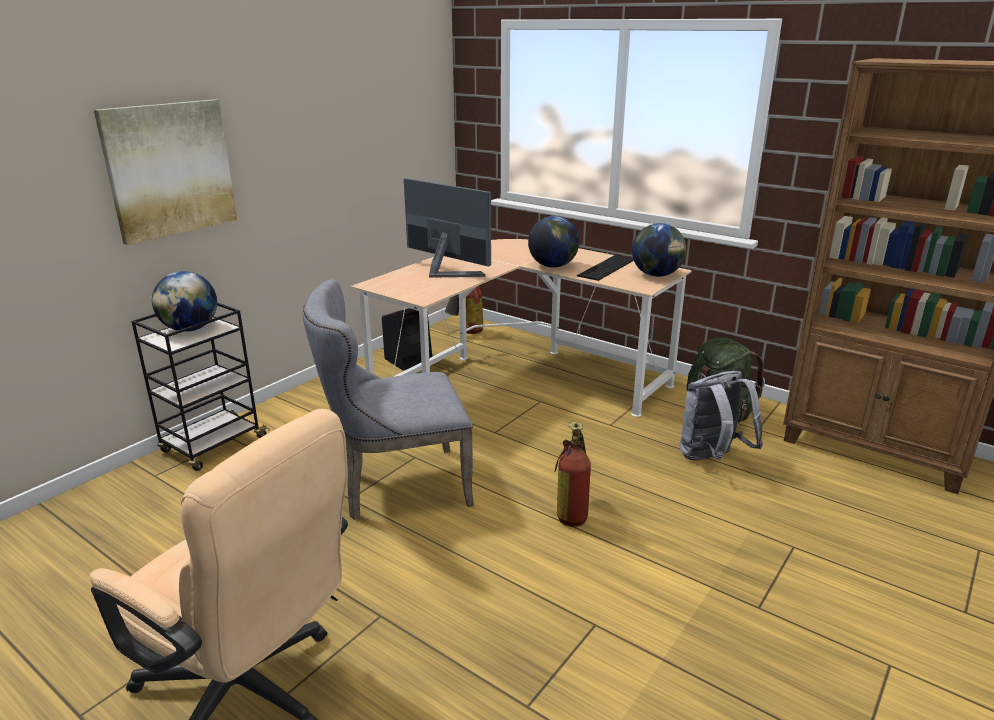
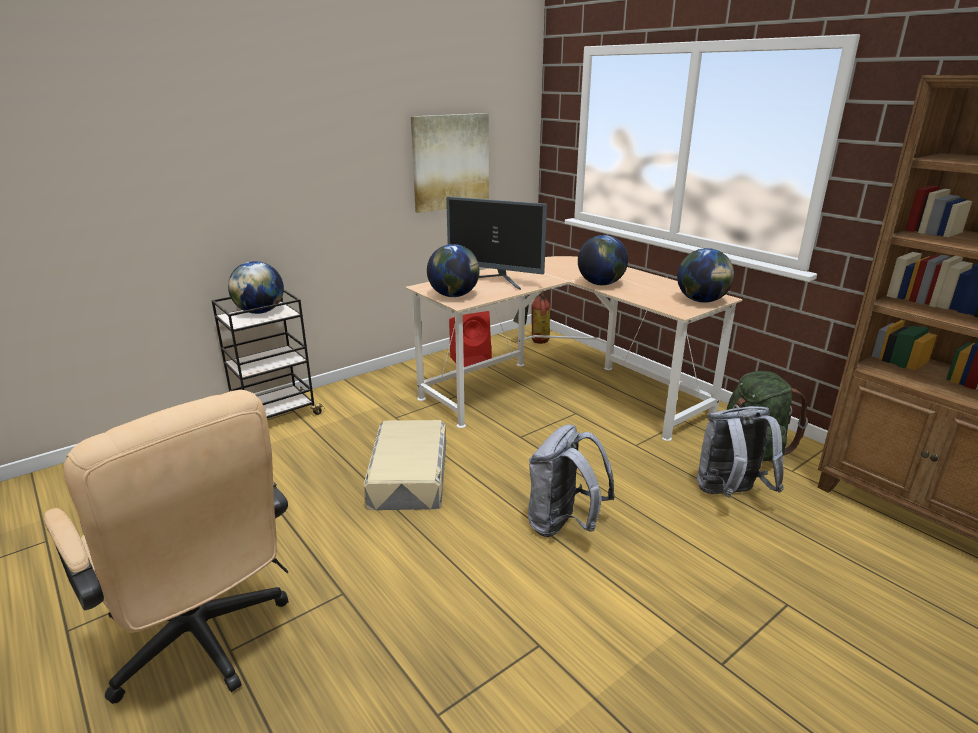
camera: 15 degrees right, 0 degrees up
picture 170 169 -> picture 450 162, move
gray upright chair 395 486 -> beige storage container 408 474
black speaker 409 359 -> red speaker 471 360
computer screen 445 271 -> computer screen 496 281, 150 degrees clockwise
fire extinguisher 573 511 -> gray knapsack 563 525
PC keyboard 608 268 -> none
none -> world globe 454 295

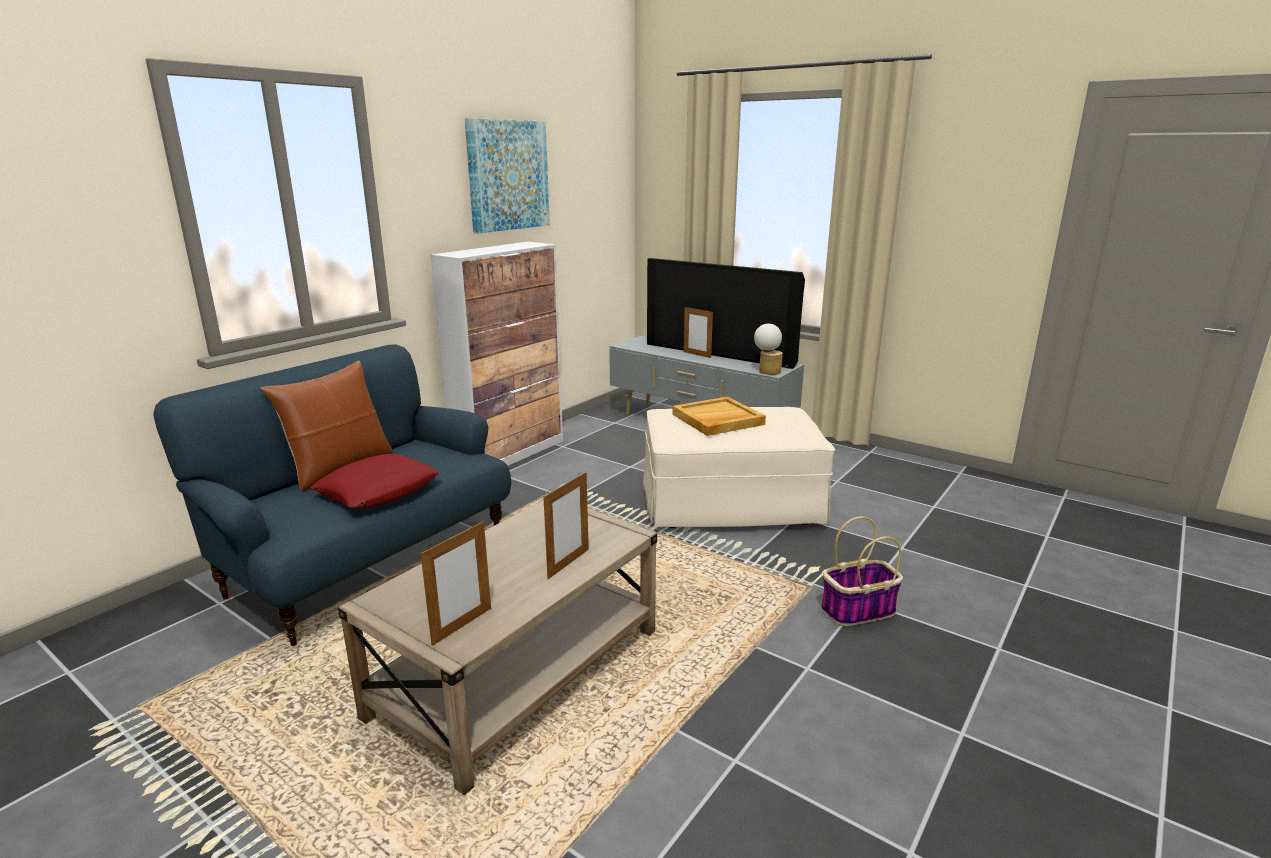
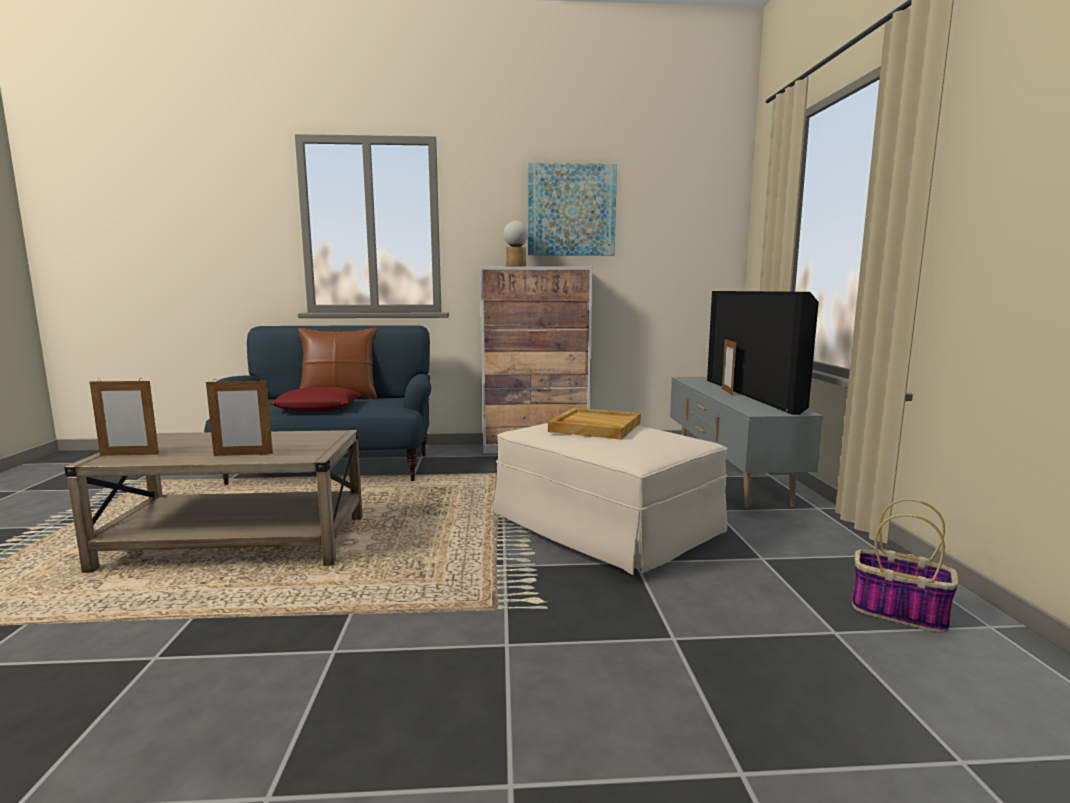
camera: 50 degrees right, 10 degrees down
lamp for a table 767 371 -> lamp for a table 516 266, move
storage basket 857 611 -> storage basket 897 612, move

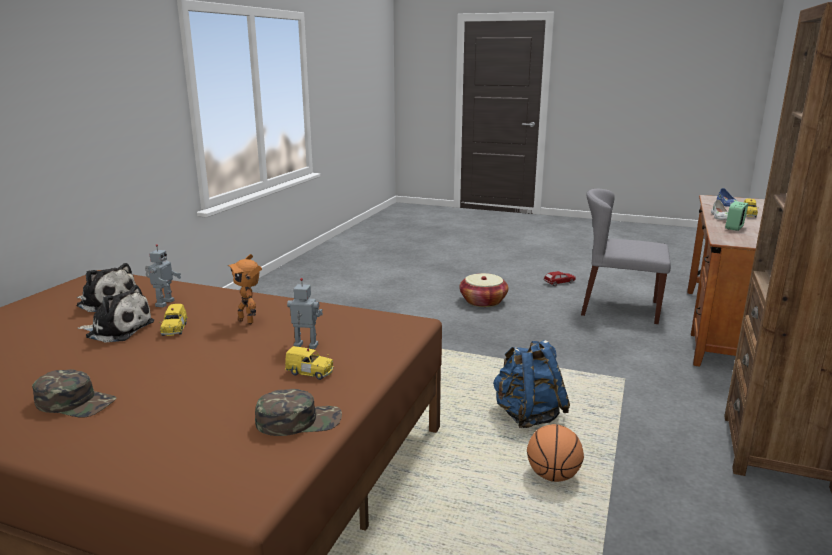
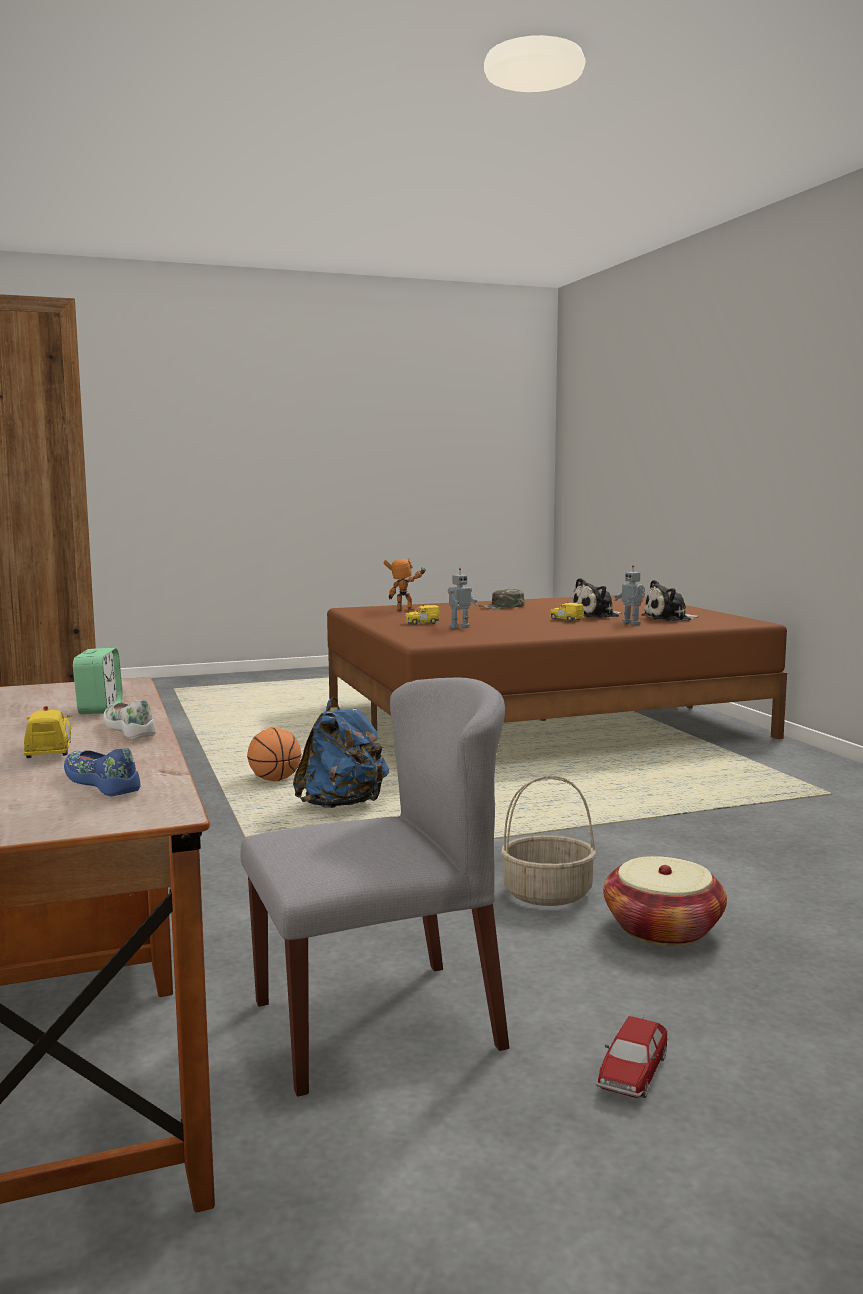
camera: 140 degrees right, 10 degrees down
robot figure 248 320 -> robot figure 405 610, move
green-coloured cap 299 420 -> none
none -> storage basket 546 894

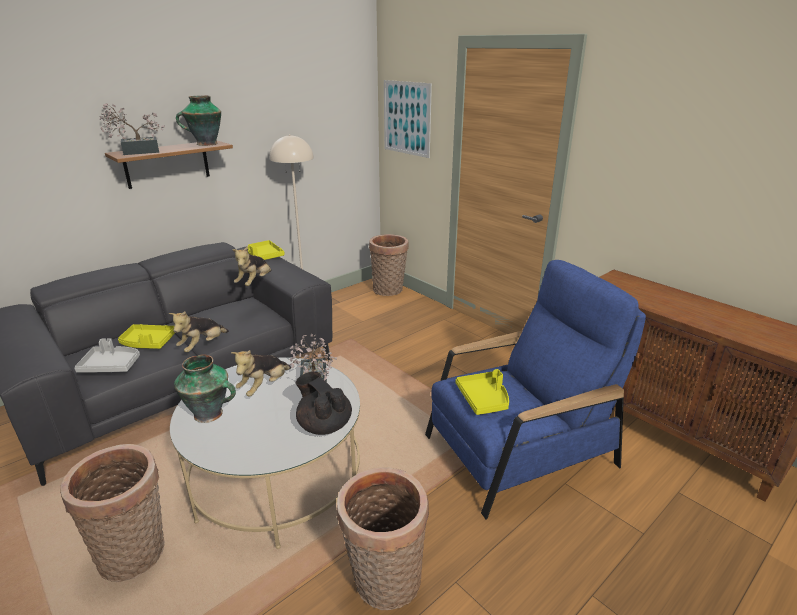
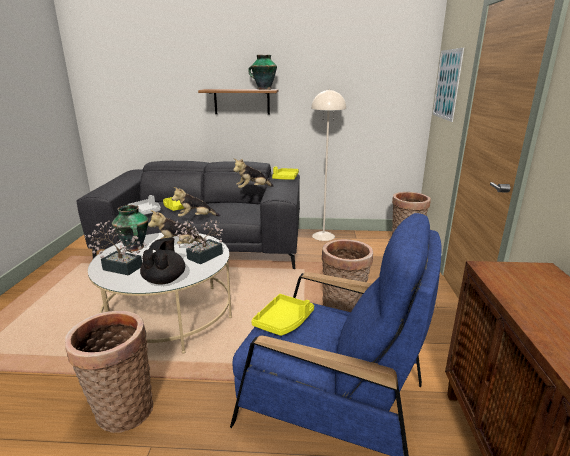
camera: 45 degrees right, 5 degrees down
storage basket 136 554 -> storage basket 343 310, move
plant in a pot 136 152 -> plant in a pot 119 267, move

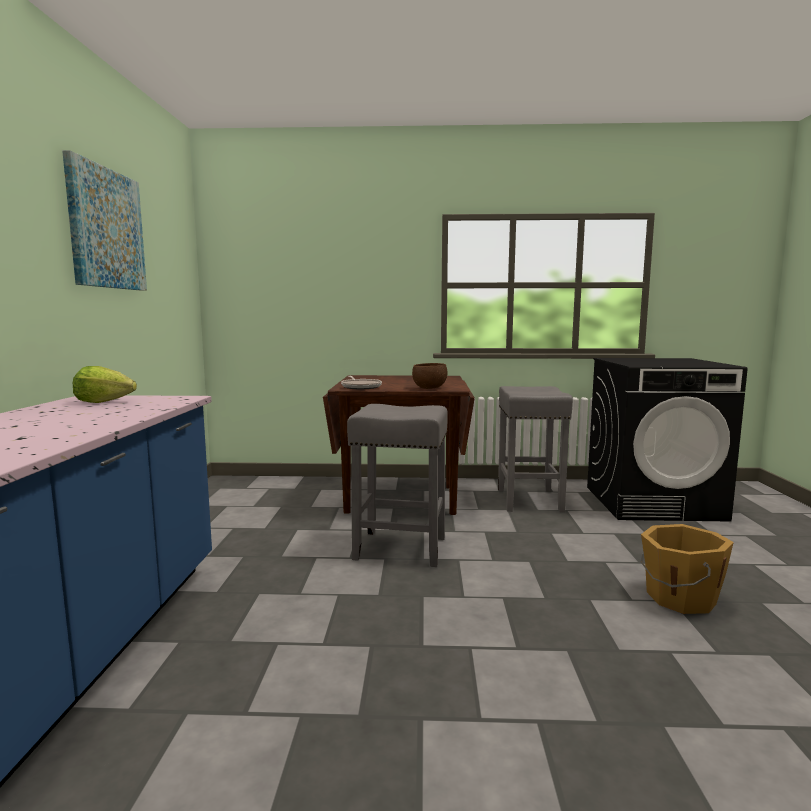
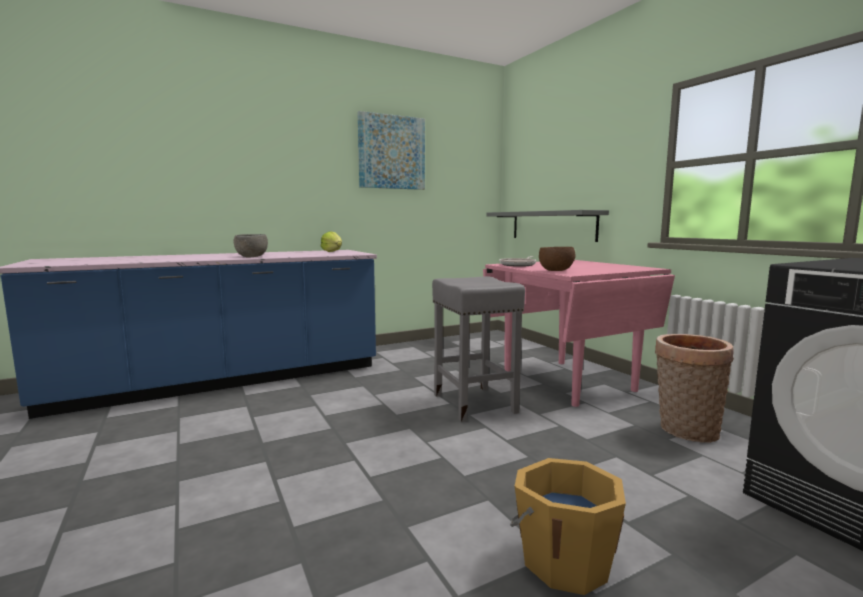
camera: 60 degrees right, 0 degrees up
brown-coloured dining table 401 498 -> pinkish dining table 568 381
gray sitting stool 530 500 -> storage basket 685 431
none -> gray serving bowl 251 257
none -> gray bracket shelf 552 225

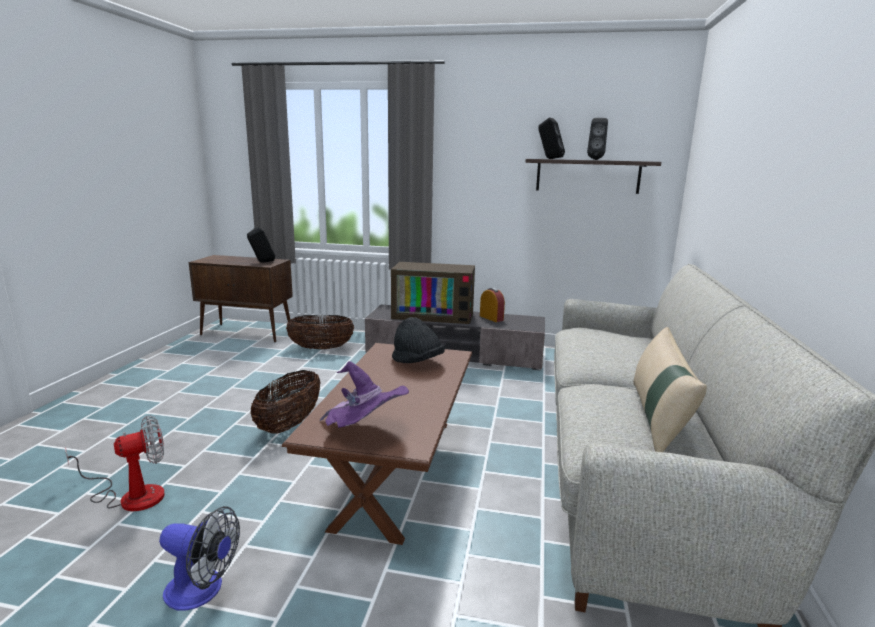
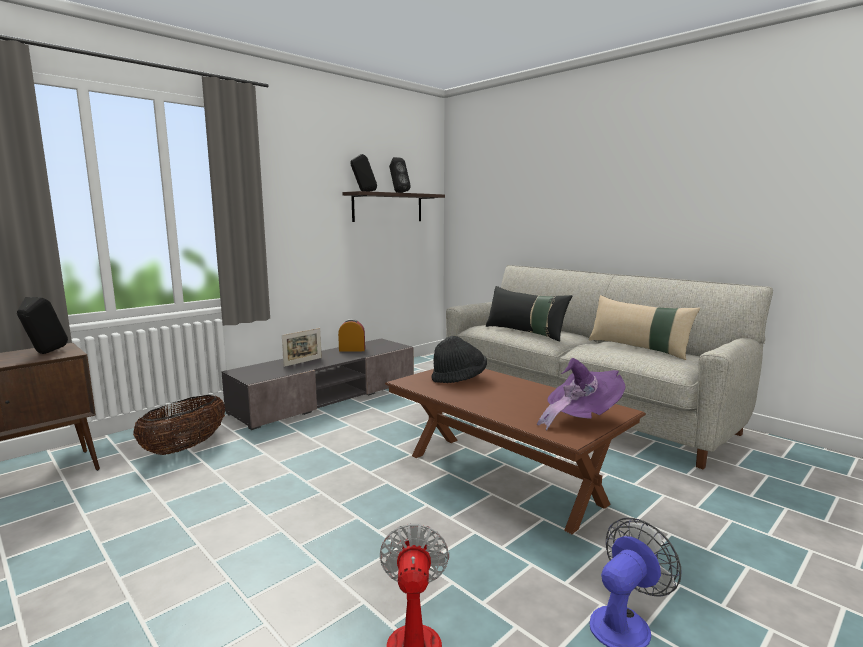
camera: 55 degrees left, 5 degrees down
storage basket 289 424 -> none
television 434 315 -> standing frame 303 362
none -> black cushion 525 332

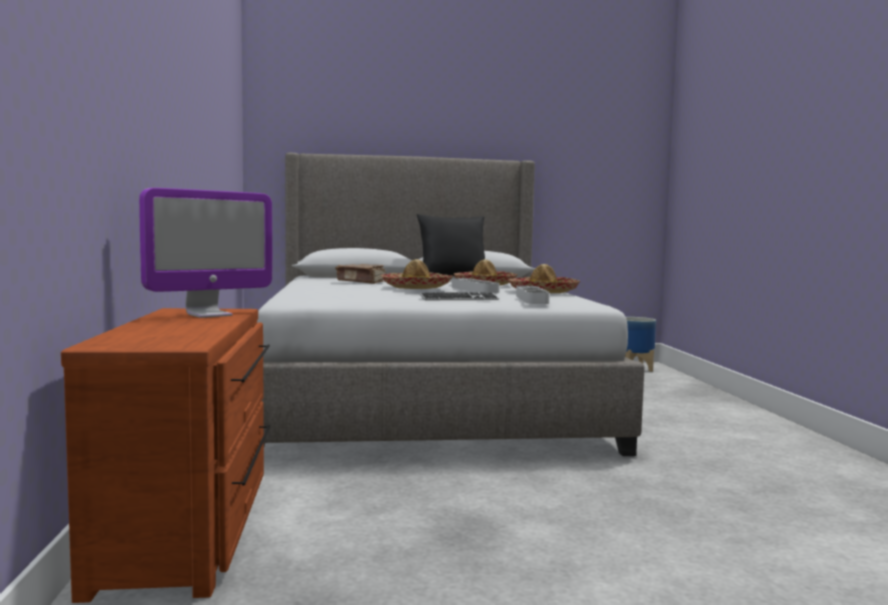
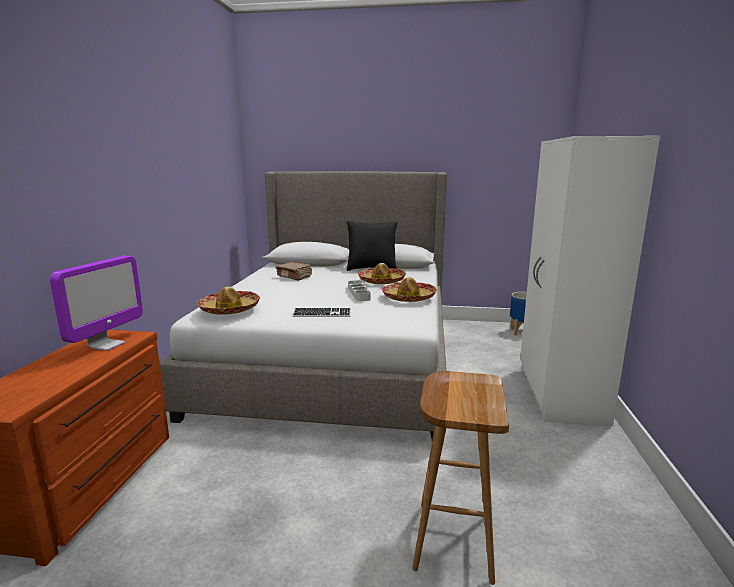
camera: 15 degrees right, 10 degrees up
computer screen 209 315 -> computer screen 107 345, 45 degrees counterclockwise
clothing hat 416 287 -> clothing hat 229 309, move
gray serving tray 531 299 -> none
none -> brown-coloured sitting stool 453 539
none -> white-coloured armoire 560 395

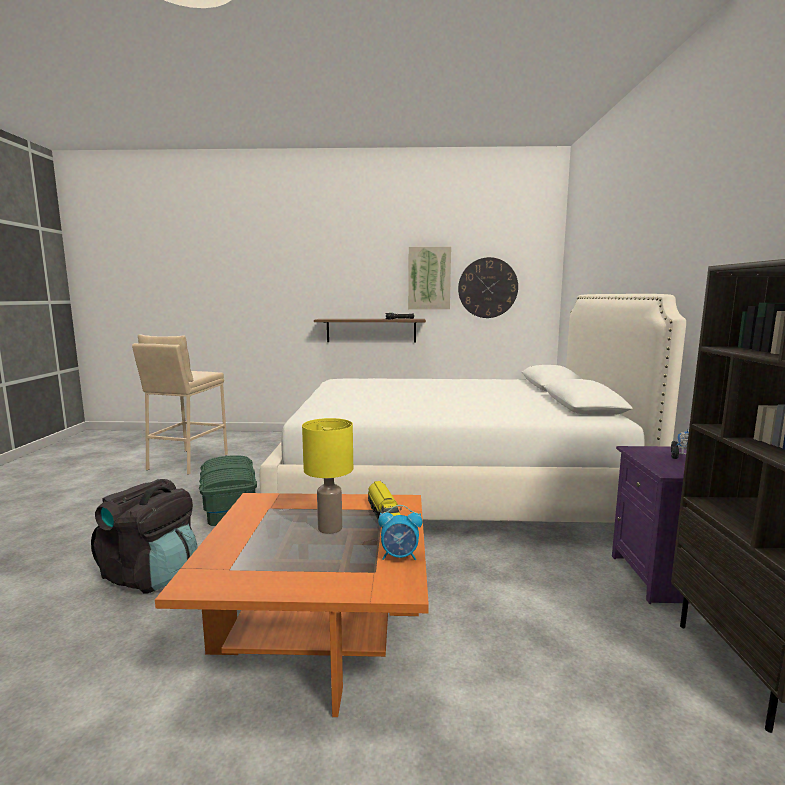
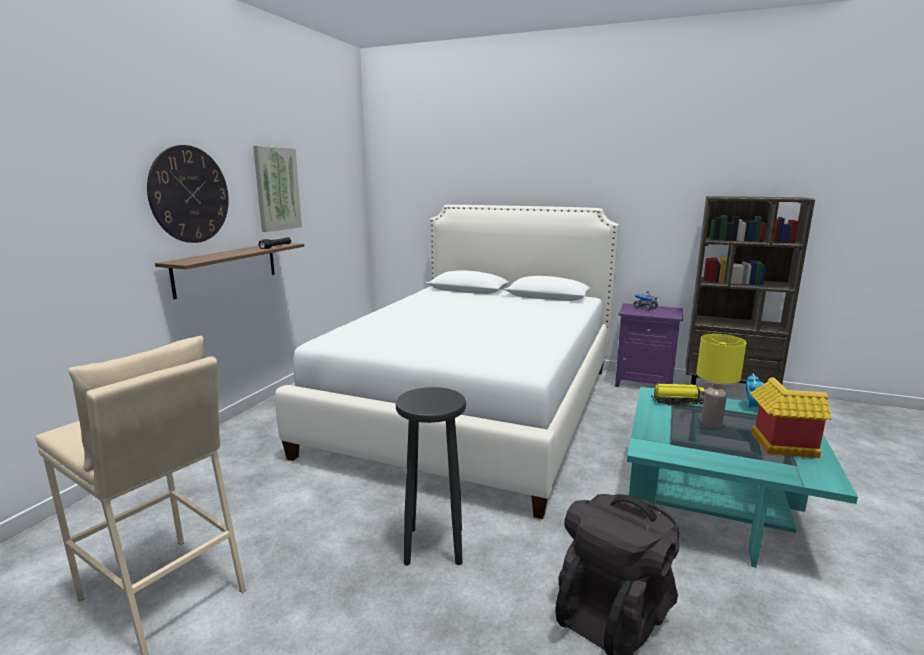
camera: 70 degrees left, 5 degrees up
orangey coffee table 318 632 -> blue-green coffee table 715 506
green-coloured storage container 229 507 -> black sitting stool 433 545
hanging clock 487 288 -> hanging clock 189 194, move
none -> miniature house 777 446

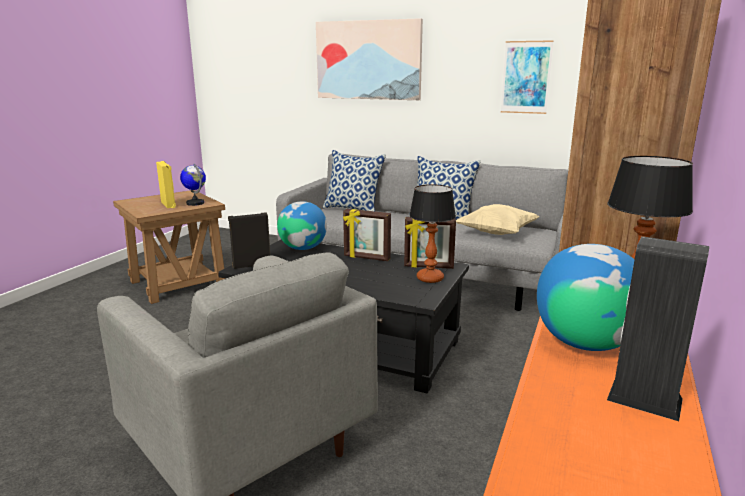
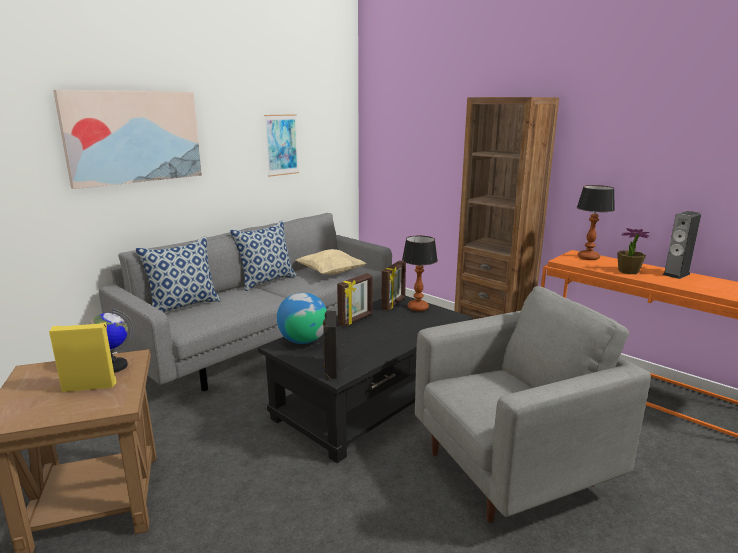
camera: 70 degrees left, 0 degrees up
world globe 584 343 -> plant in a pot 628 271

